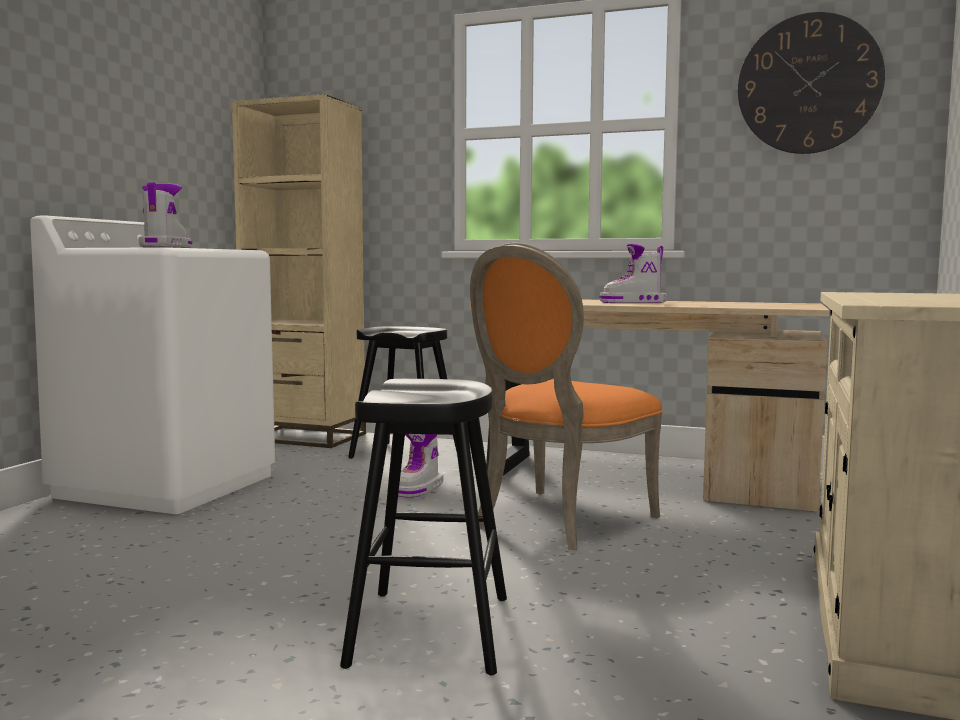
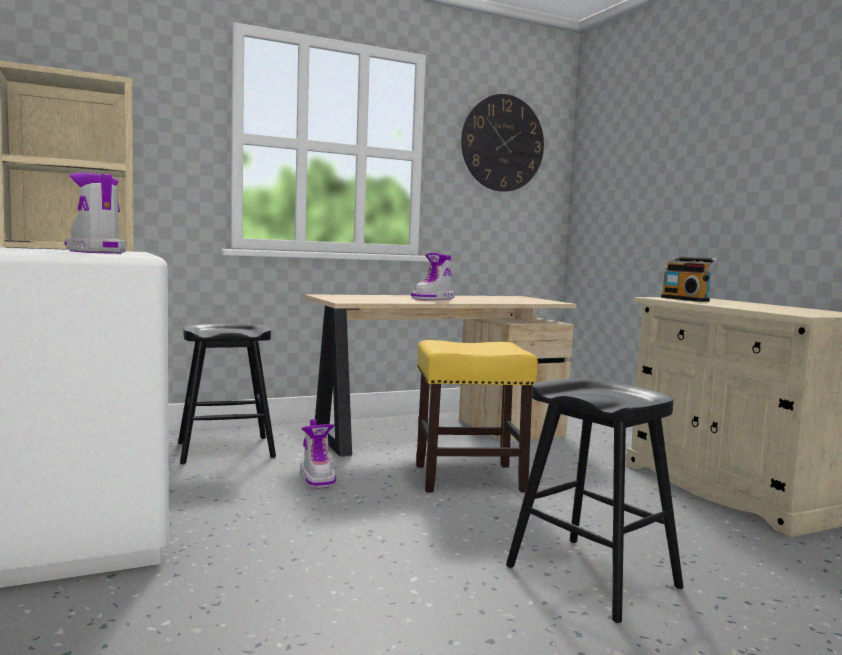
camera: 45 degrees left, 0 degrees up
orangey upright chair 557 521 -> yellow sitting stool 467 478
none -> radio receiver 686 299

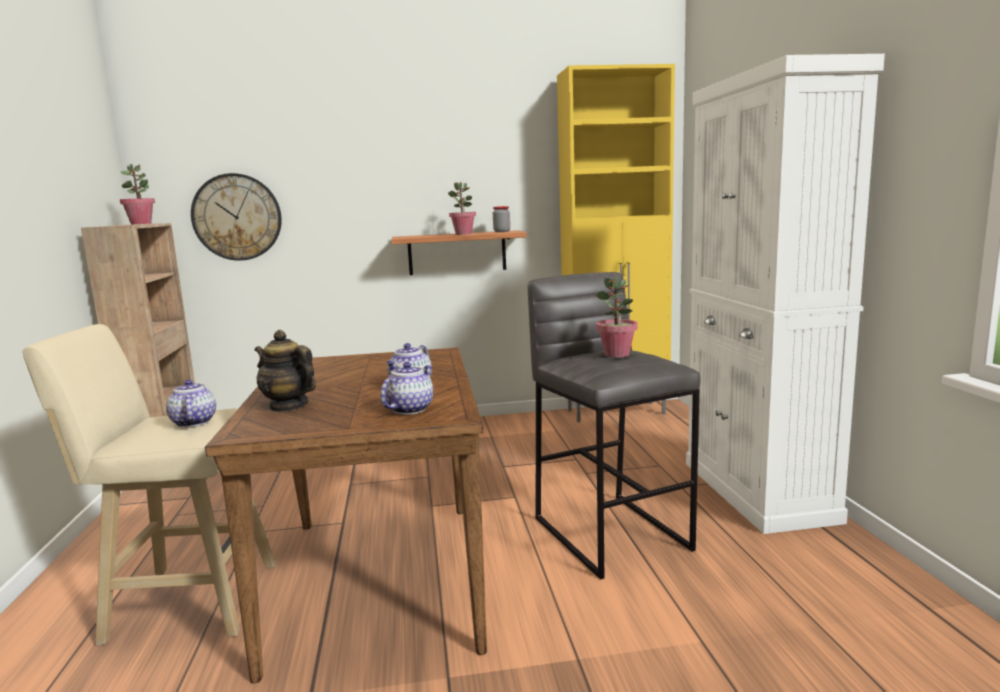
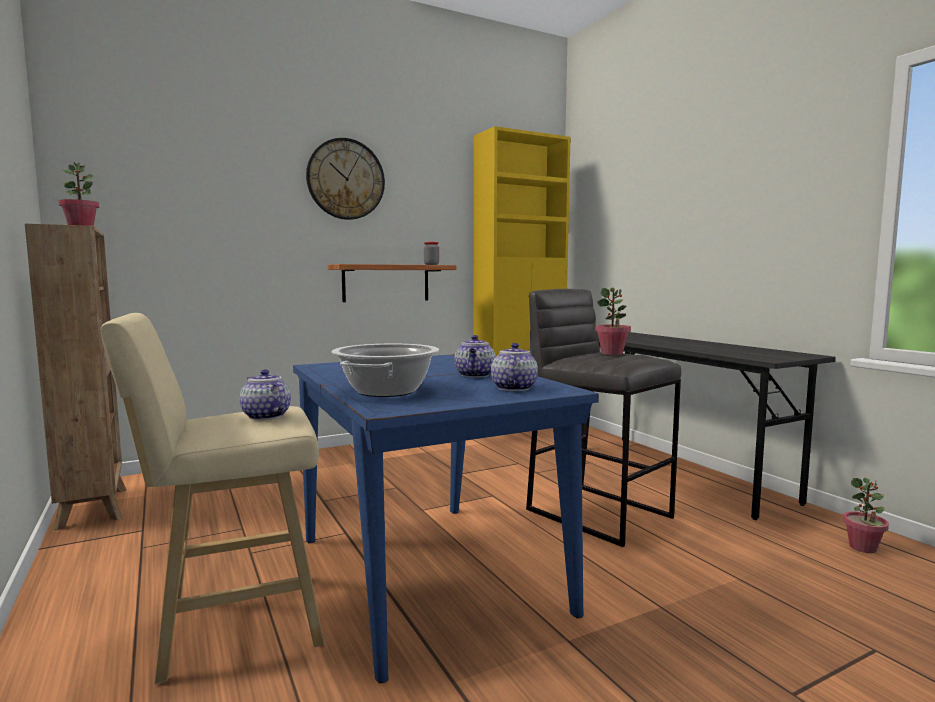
camera: 20 degrees left, 5 degrees down
hanging clock 237 217 -> hanging clock 345 179, move
brown-coloured dining table 379 576 -> blue-coloured dining table 426 572
teapot 288 406 -> stockpot 386 391
plant in a pot 463 234 -> plant in a pot 863 548, move
white-coloured cabinet 757 491 -> gray desk unit 678 473

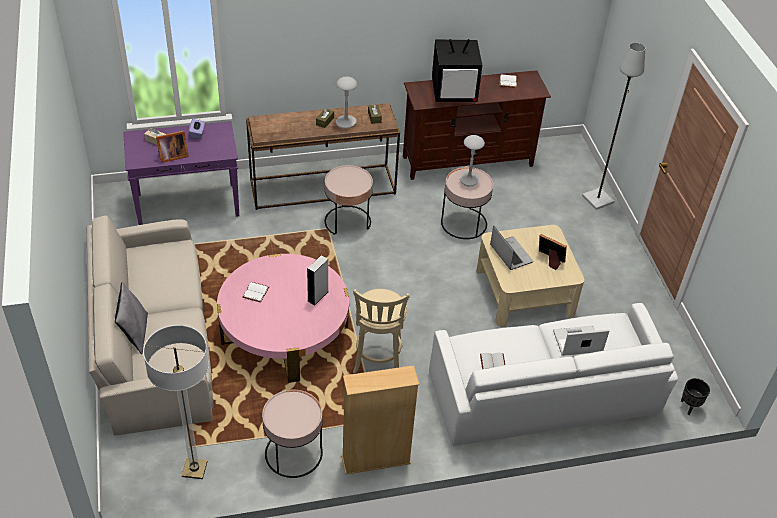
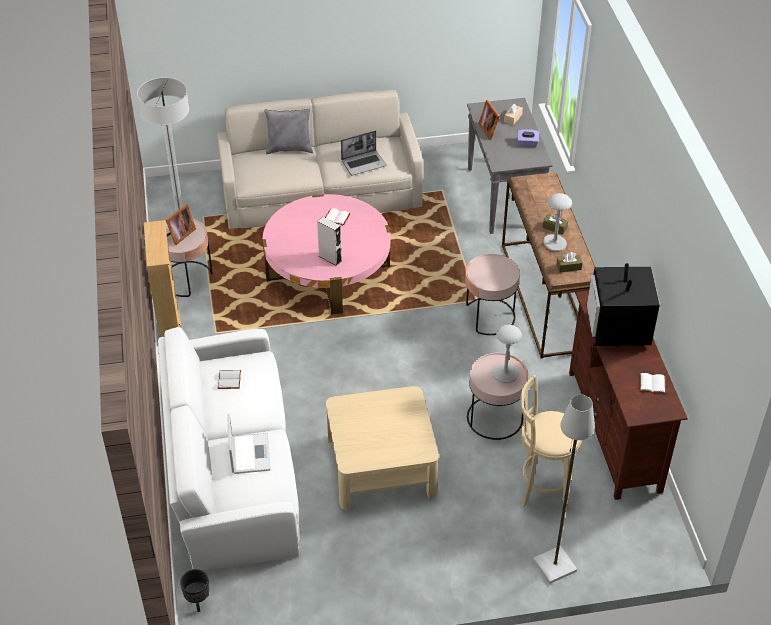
camera: 95 degrees right, 0 degrees up
purplish narrow table 188 205 -> gray narrow table 504 198
beige sitting stool 377 362 -> beige sitting stool 541 488, move
portable computer 510 254 -> portable computer 364 163, move
standing frame 550 260 -> standing frame 179 235, move

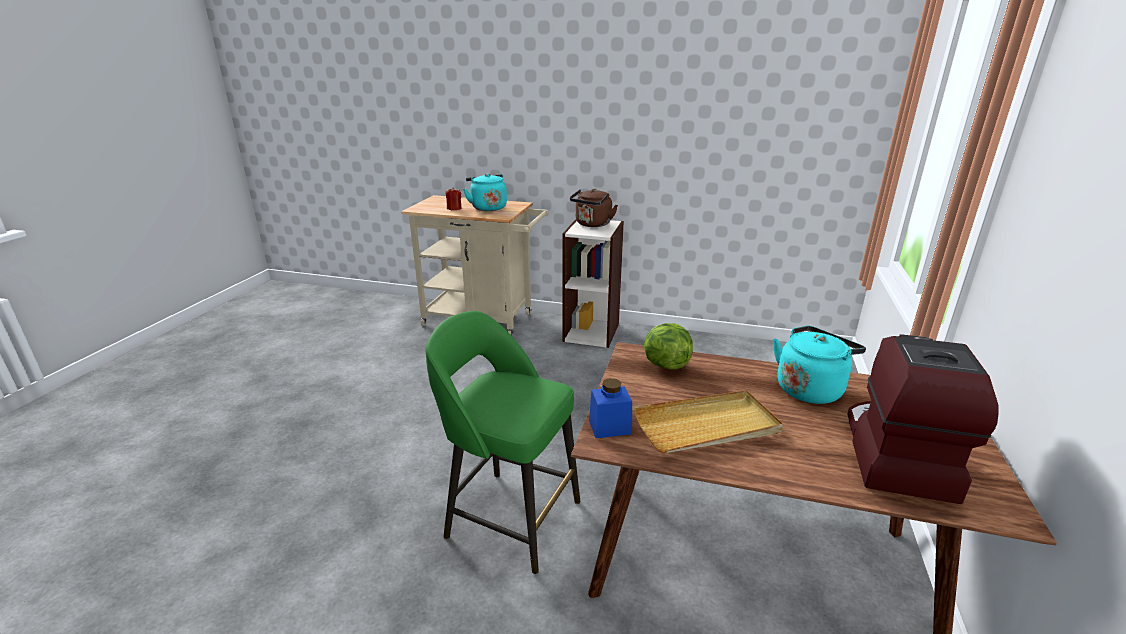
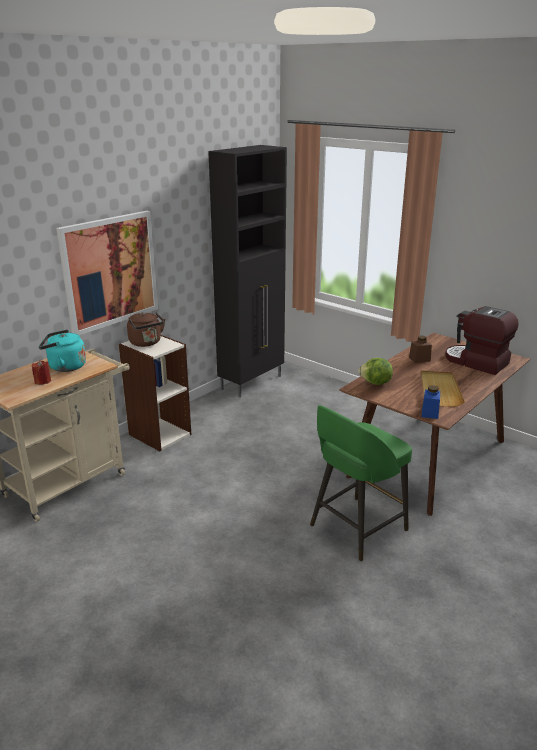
camera: 65 degrees left, 0 degrees up
blue-green kettle 810 388 -> brown-coloured storage jar 419 359
none -> picture 110 271
none -> black cabinet 252 382

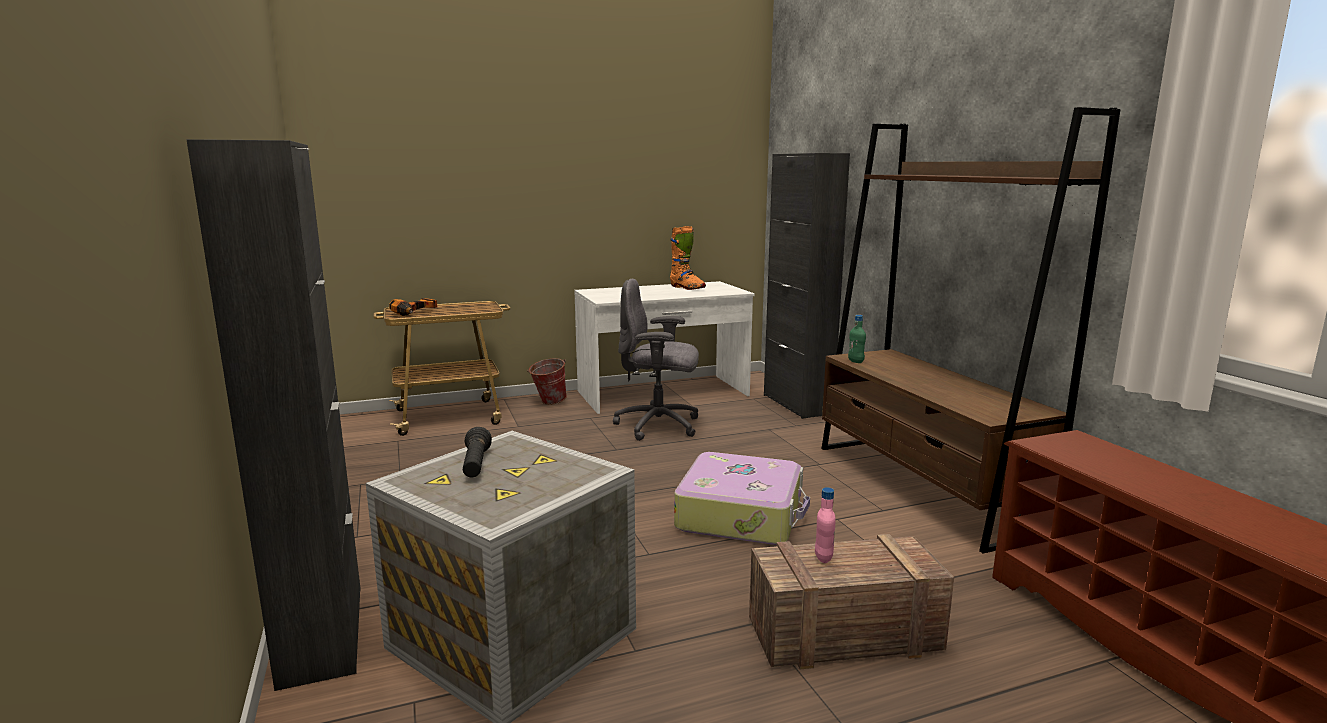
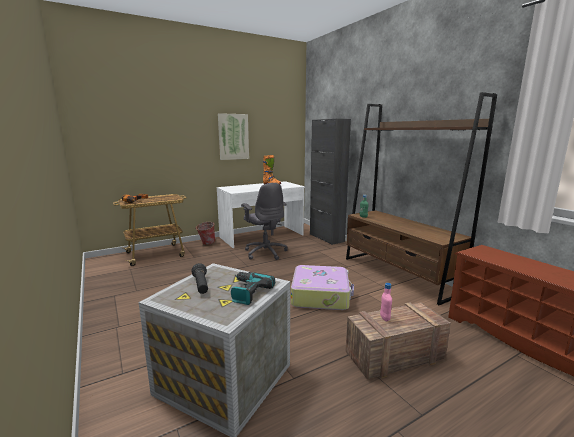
camera: 10 degrees left, 0 degrees up
black cabinet 322 634 -> none
gray office chair 659 426 -> gray office chair 265 252, 120 degrees counterclockwise
none -> picture 233 136
none -> electric drill 247 292

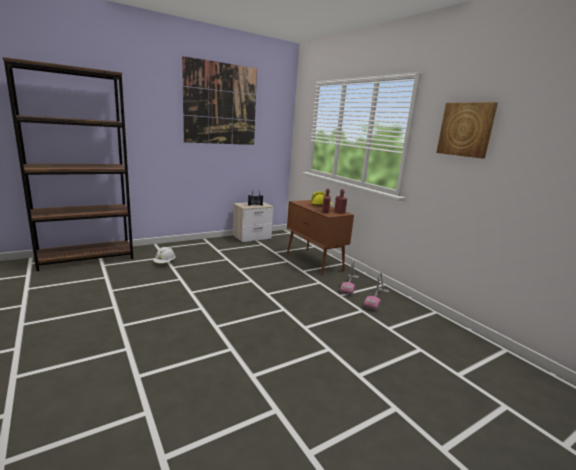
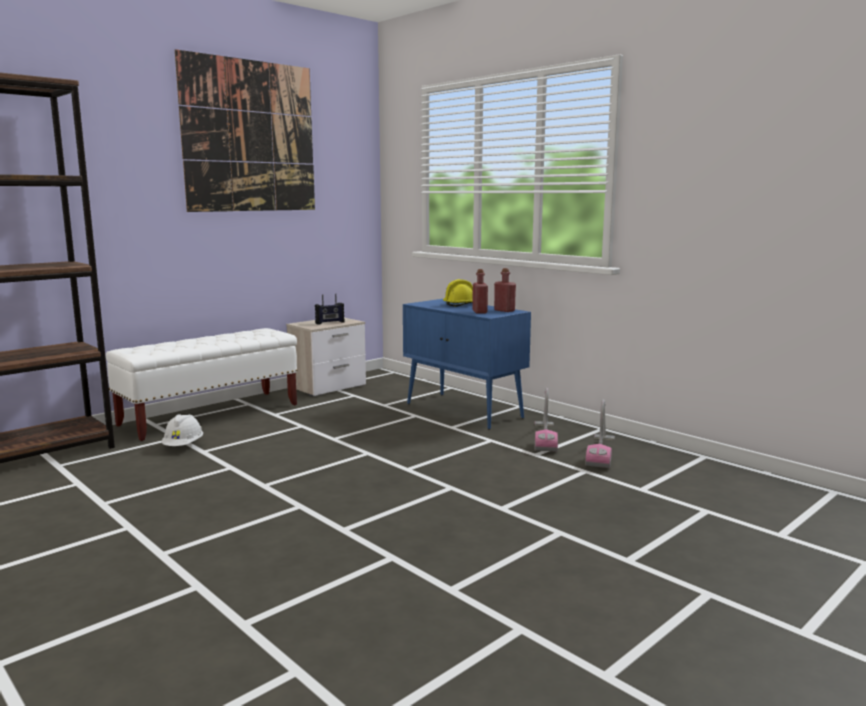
camera: 10 degrees left, 5 degrees down
brown-coloured cabinet 314 262 -> blue-coloured cabinet 464 411
picture 466 129 -> none
none -> white-coloured bench 211 415

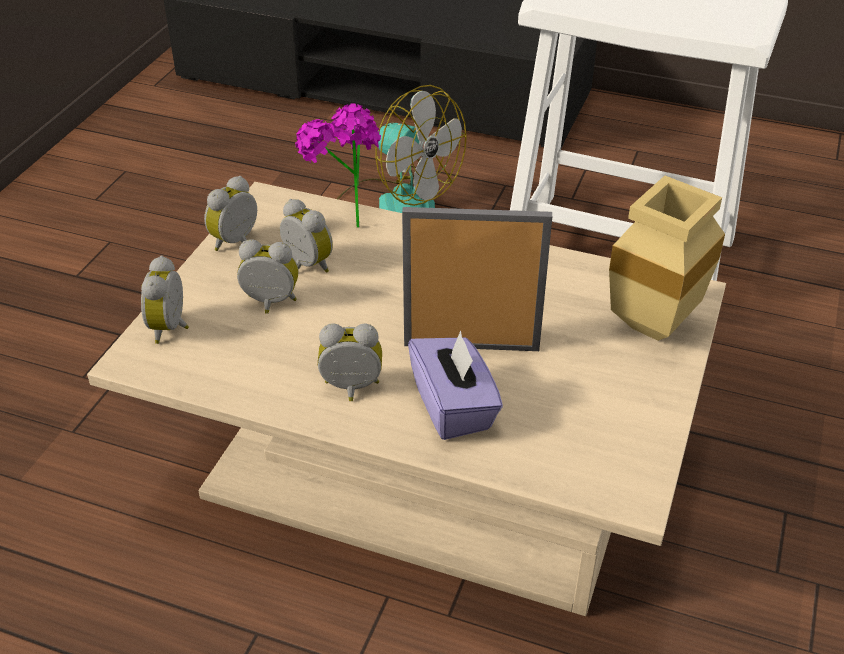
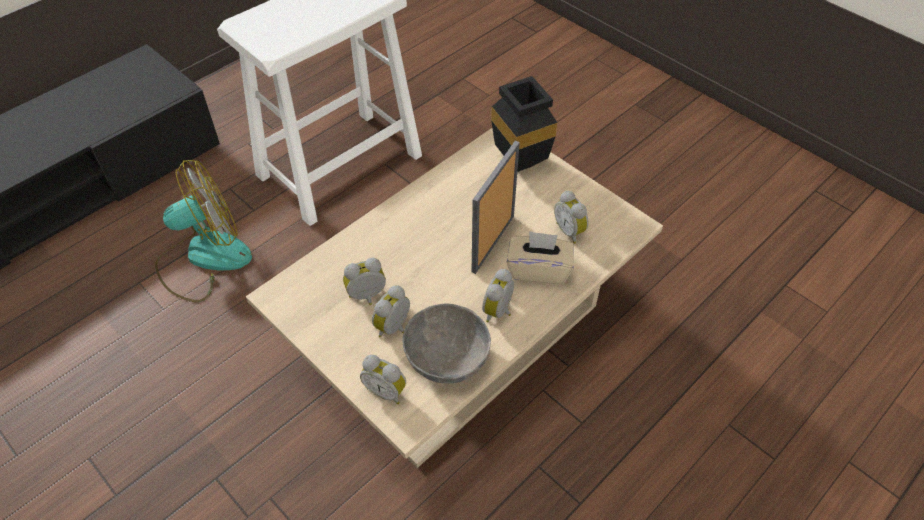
camera: 65 degrees left, 10 degrees up
table clock 237 243 -> table clock 570 231, move
plant in a pot 345 220 -> none
purplish tissue box 454 407 -> beige tissue box 538 270
beige flower vase 653 330 -> black flower vase 523 164
none -> gray serving bowl 447 359

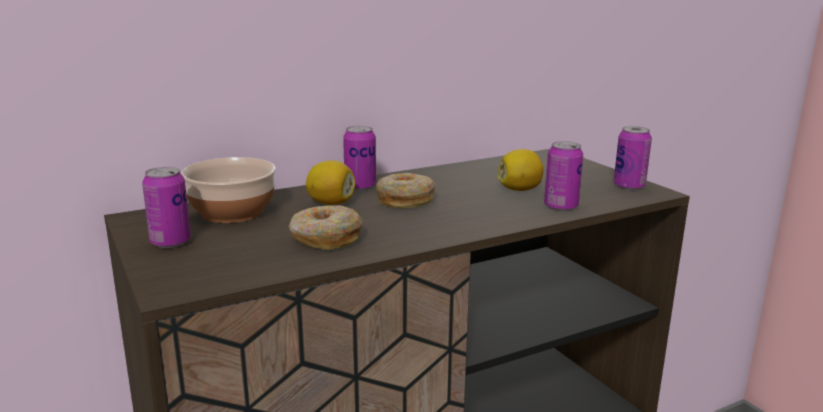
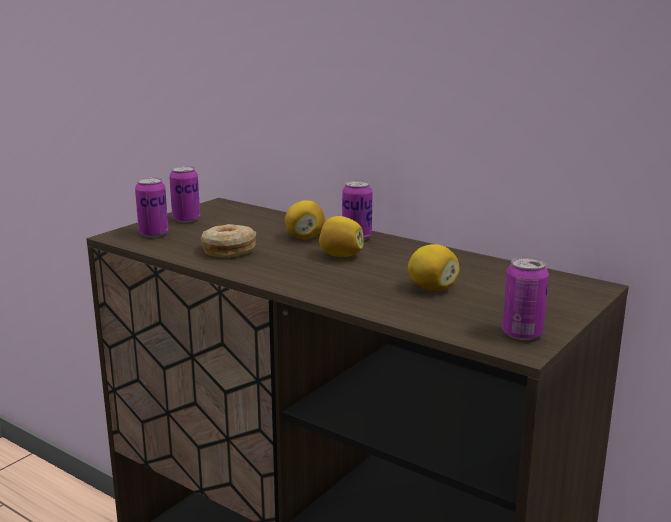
camera: 65 degrees right, 0 degrees up
serving bowl 231 212 -> none
donut 405 200 -> lemon 341 255
metal can 560 207 -> metal can 153 234, move

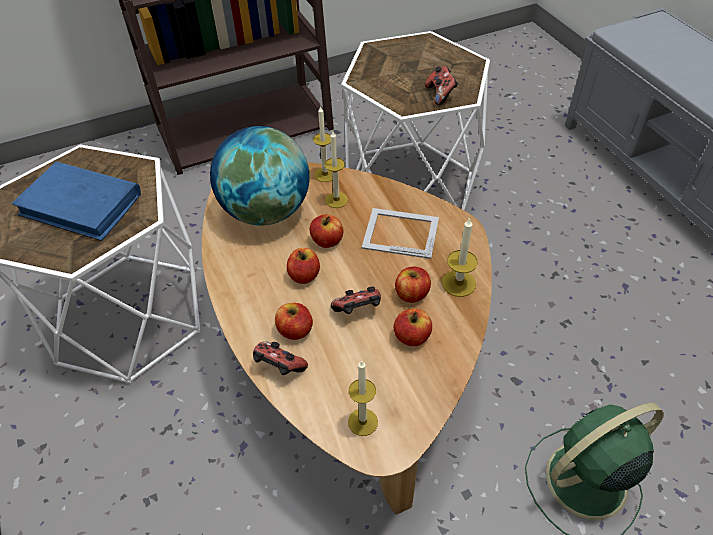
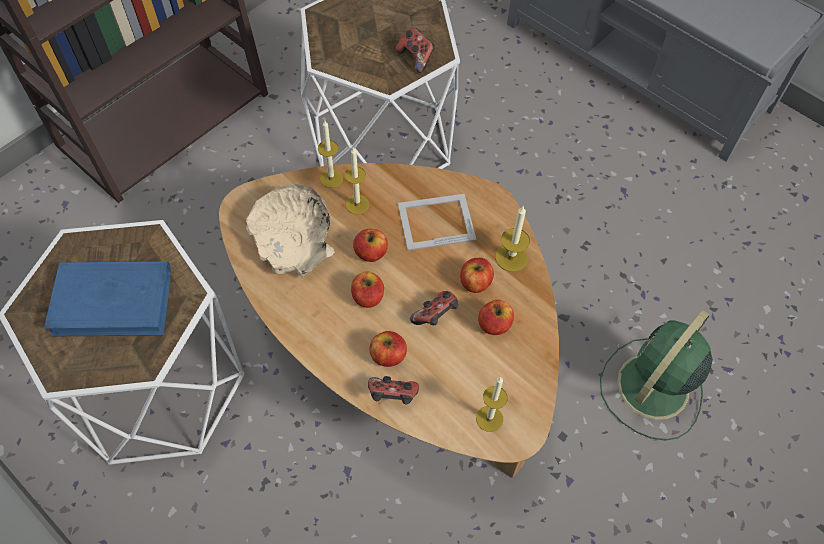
camera: 25 degrees left, 10 degrees up
world globe 266 211 -> beige serving bowl 293 239

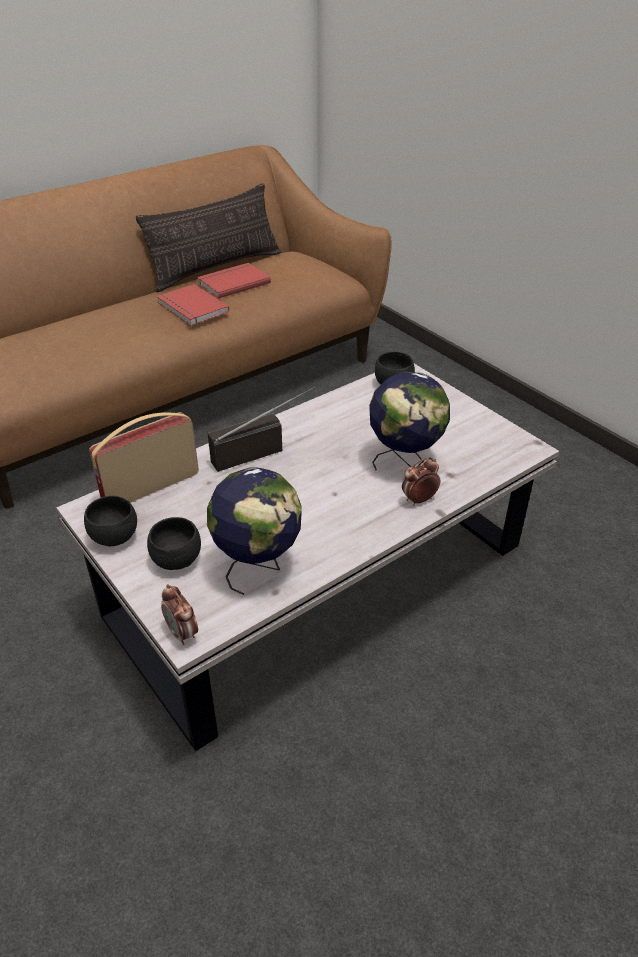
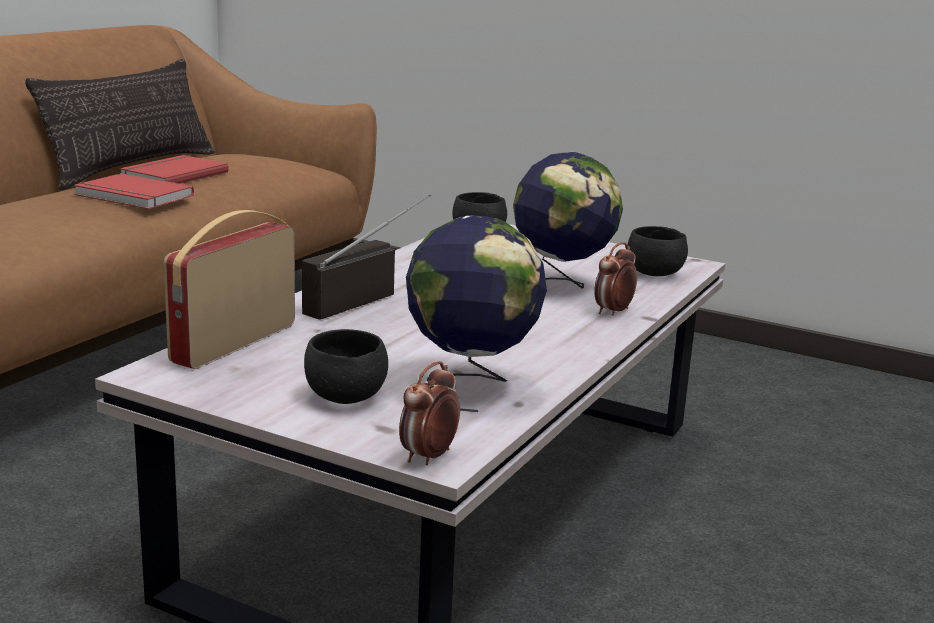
camera: 25 degrees left, 20 degrees down
black serving bowl 114 537 -> black serving bowl 655 273, move
table clock 182 633 -> table clock 428 457, 90 degrees clockwise

